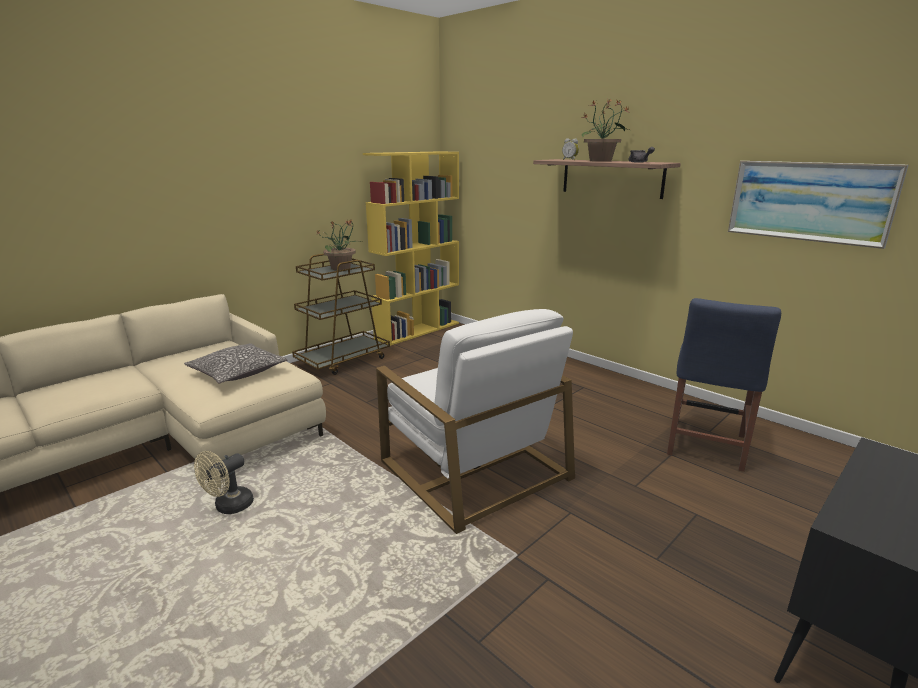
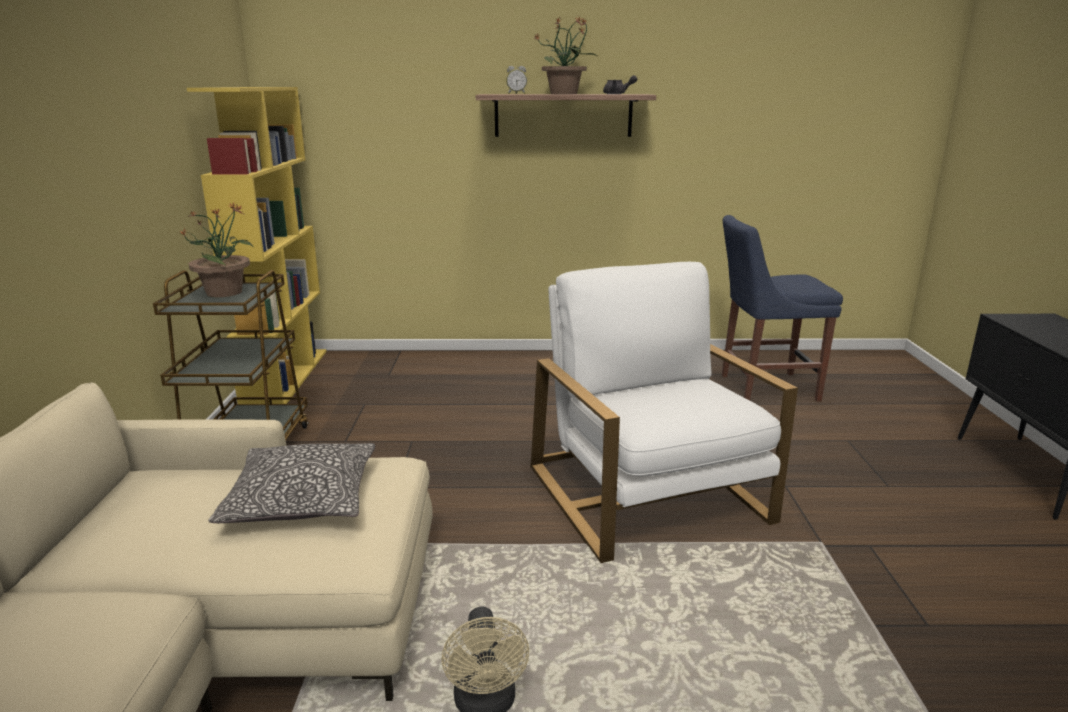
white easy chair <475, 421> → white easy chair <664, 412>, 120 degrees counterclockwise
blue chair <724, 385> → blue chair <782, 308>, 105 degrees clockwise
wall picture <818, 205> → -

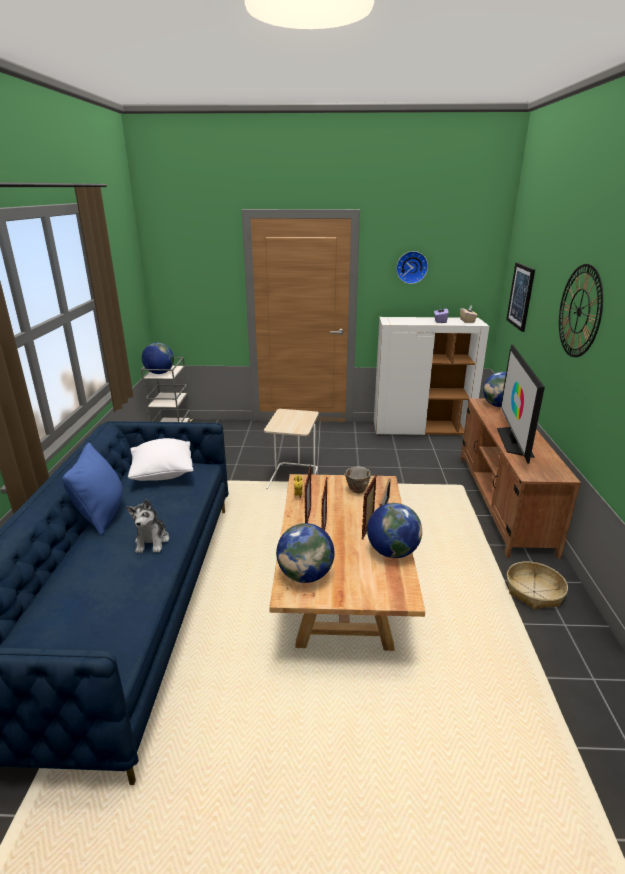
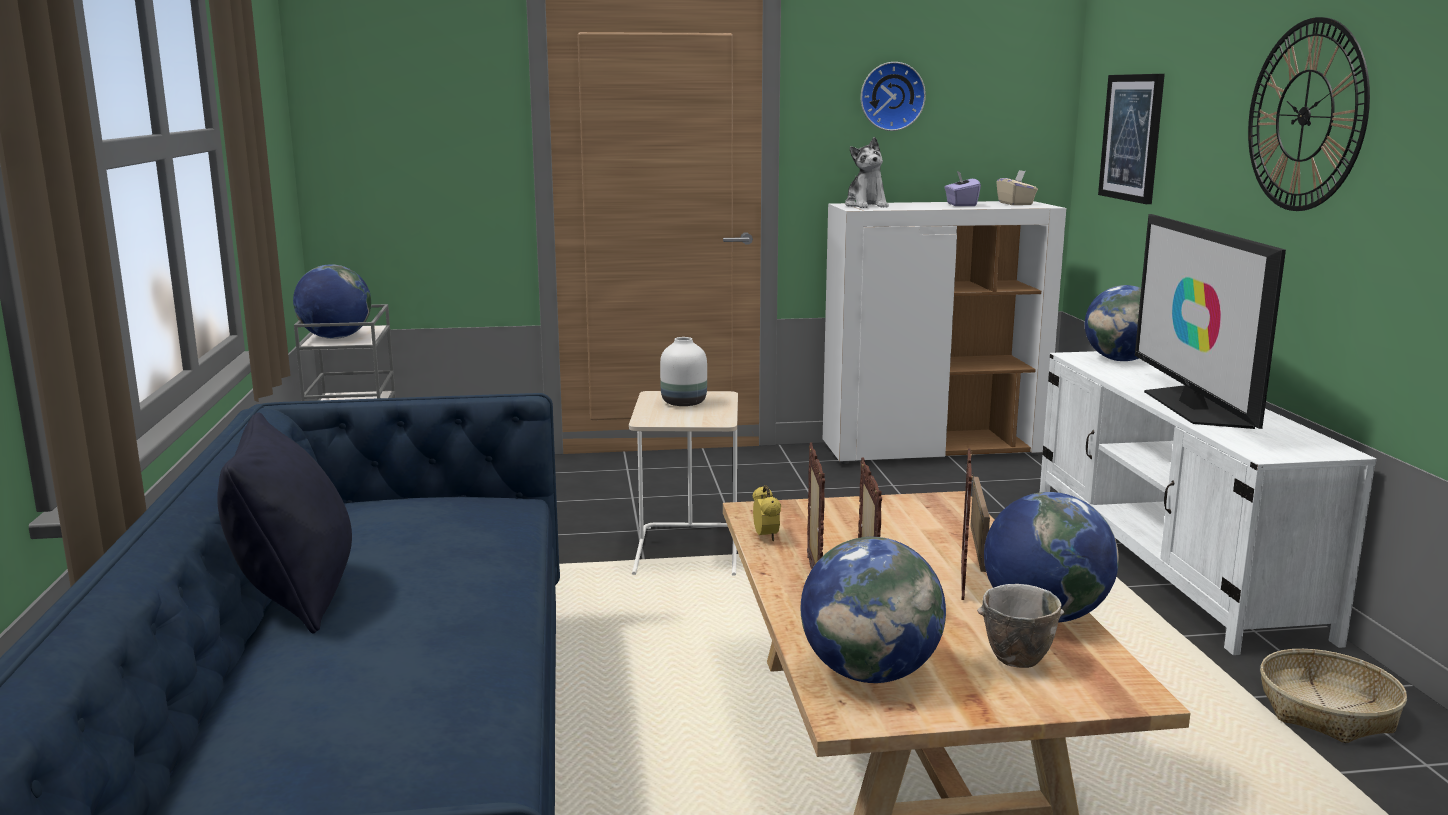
blue pillow <93, 489> → black pillow <284, 523>
- → white flower vase <683, 371>
plush toy <148, 526> → plush toy <867, 172>, relocated
serving bowl <358, 479> → serving bowl <1020, 626>, relocated
brownish tv stand <520, 478> → white tv stand <1208, 503>
white pillow <160, 459> → -

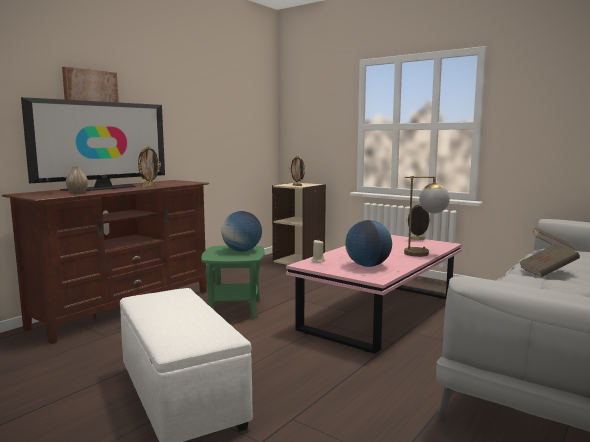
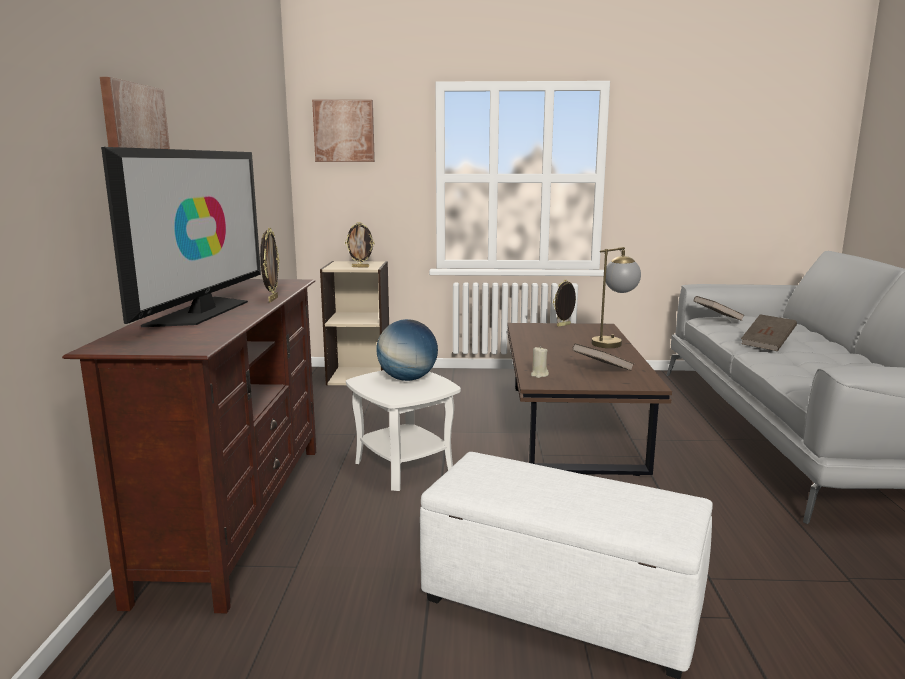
- → wall picture <343, 131>
green-coloured side table <233, 282> → white side table <403, 430>
pink coffee table <374, 294> → brownish coffee table <589, 399>
globe <368, 243> → brownish book <603, 357>
flower vase <77, 180> → -

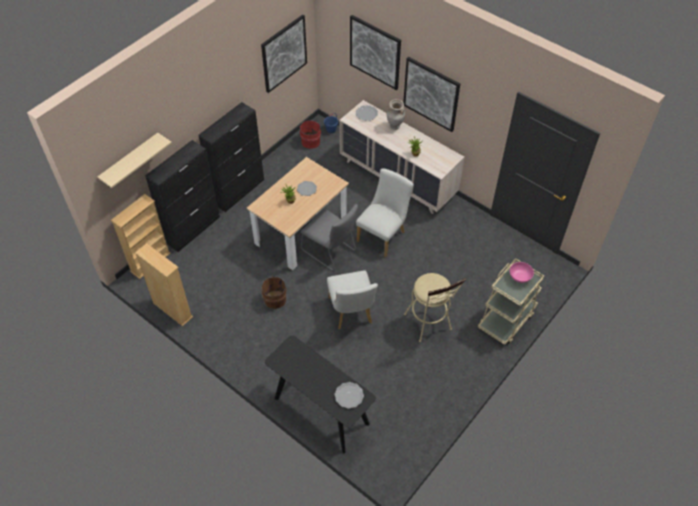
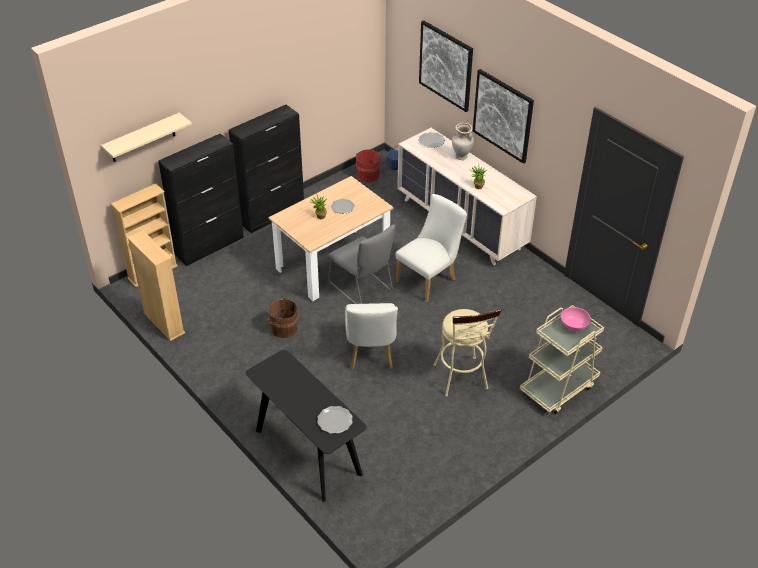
wall picture <284, 54> → -

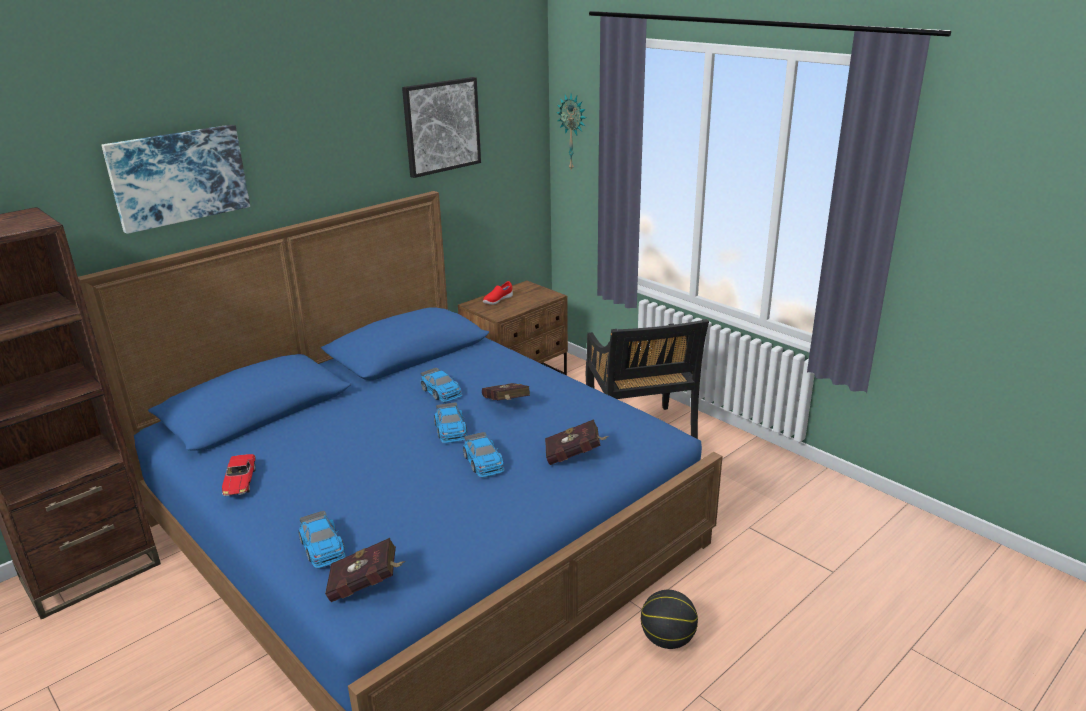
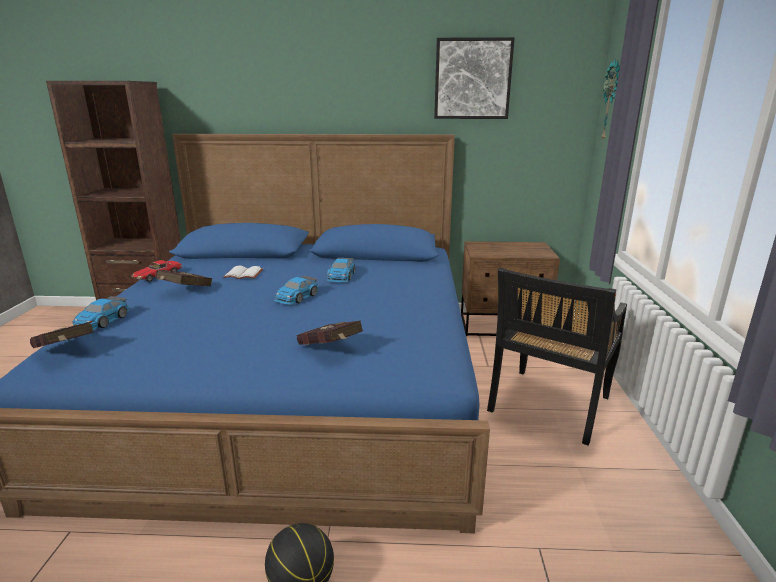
reddish book <506, 391> → reddish book <184, 278>, relocated
- → white book <243, 272>
wall picture <175, 179> → -
toy car <484, 454> → -
reddish low shoe <498, 293> → -

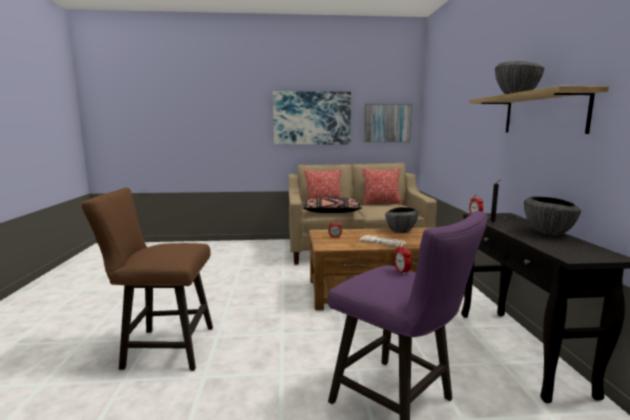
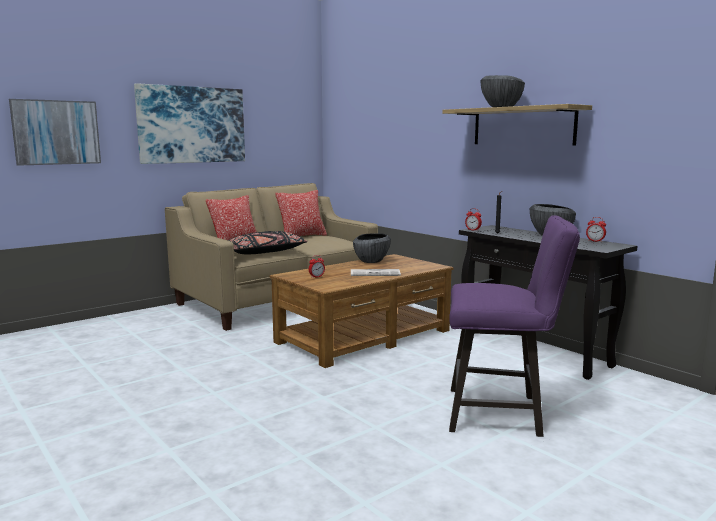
wall picture <388, 123> → wall picture <55, 132>, relocated
alarm clock <402, 258> → alarm clock <596, 229>, relocated
brownish stool seat <147, 279> → -

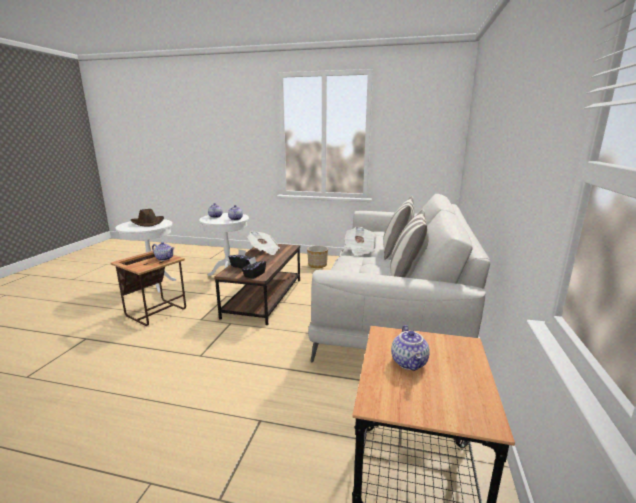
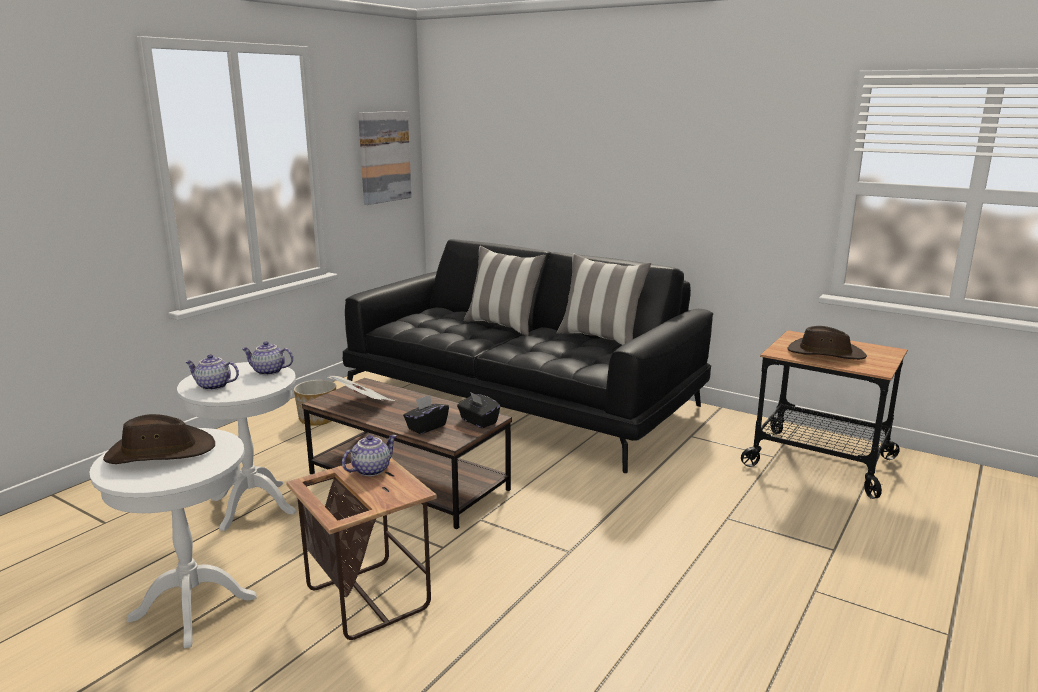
white couch <399, 278> → black couch <528, 356>
- → wall picture <385, 158>
tea pot <410, 348> → brownish clothing hat <827, 343>
printed paper <360, 241> → -

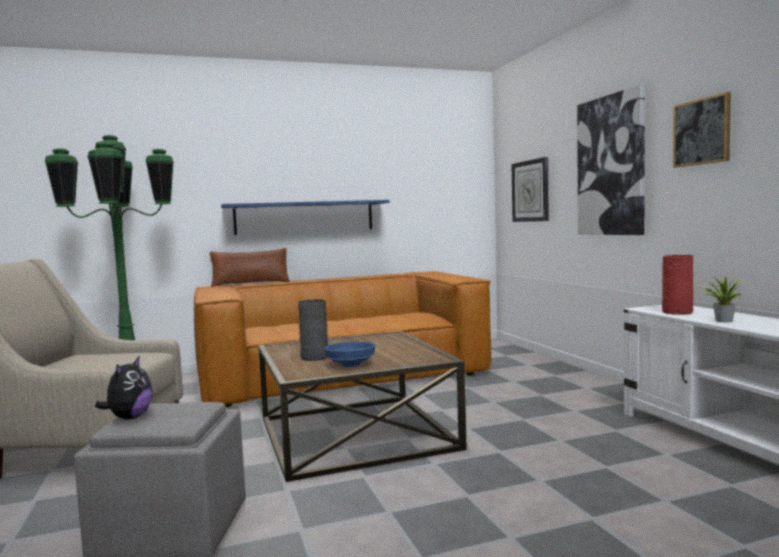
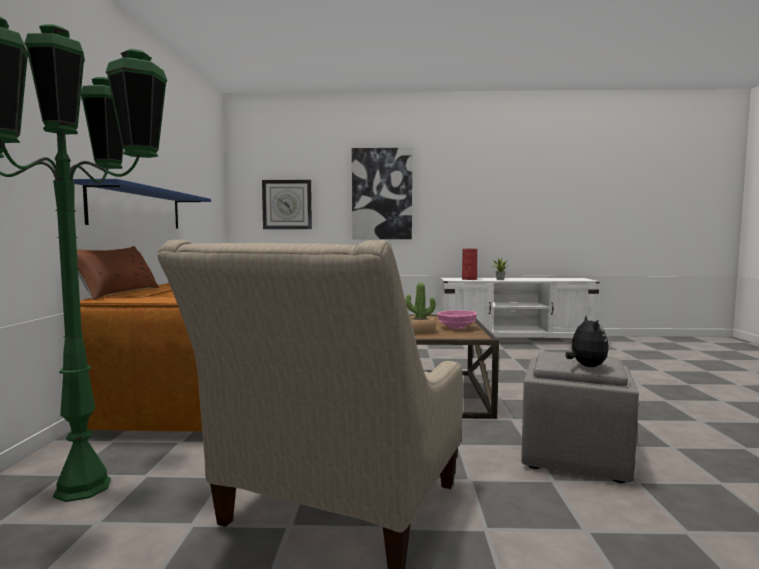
greyish flower vase <313, 330> → plant in a pot <420, 308>
blue serving bowl <350, 354> → pink serving bowl <457, 319>
plush toy <124, 387> → plush toy <587, 340>, 60 degrees clockwise
wall picture <702, 130> → -

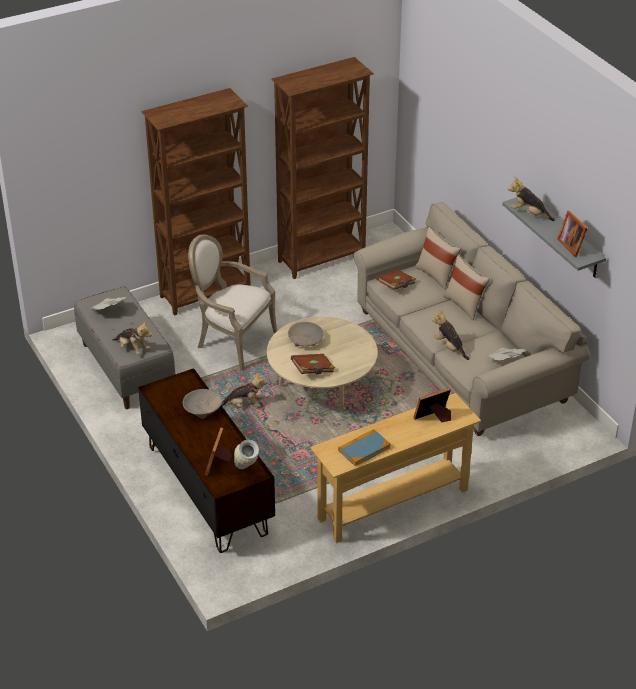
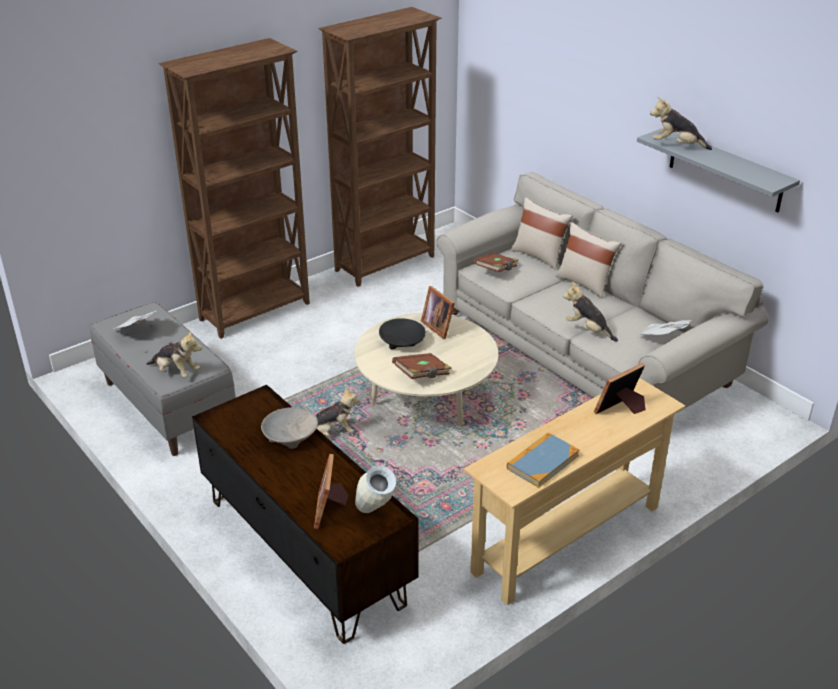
beige-coloured serving bowl <306, 334> → black serving bowl <402, 333>
standing frame <572, 234> → standing frame <438, 312>, relocated
easy chair <232, 302> → -

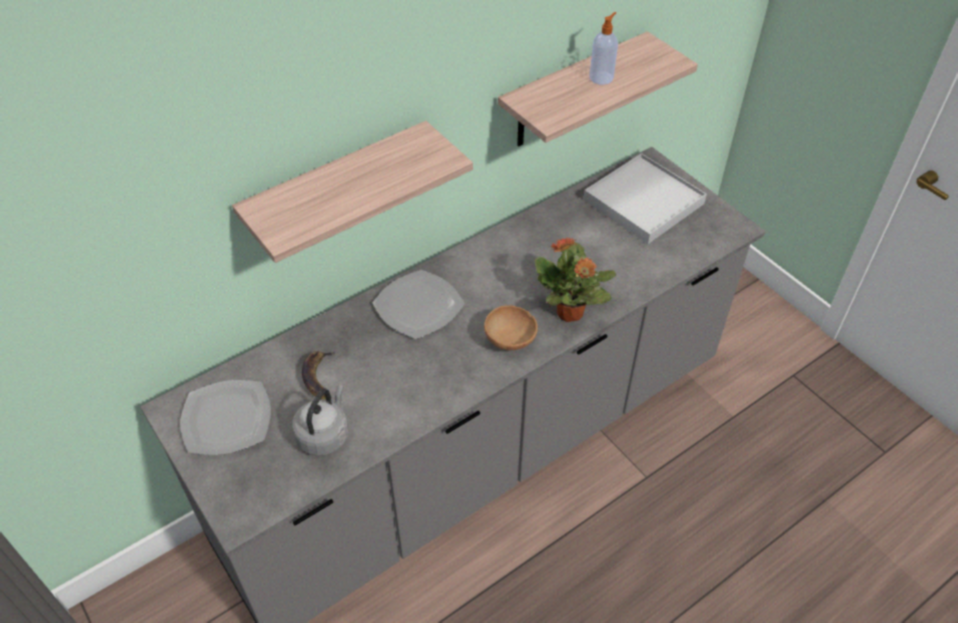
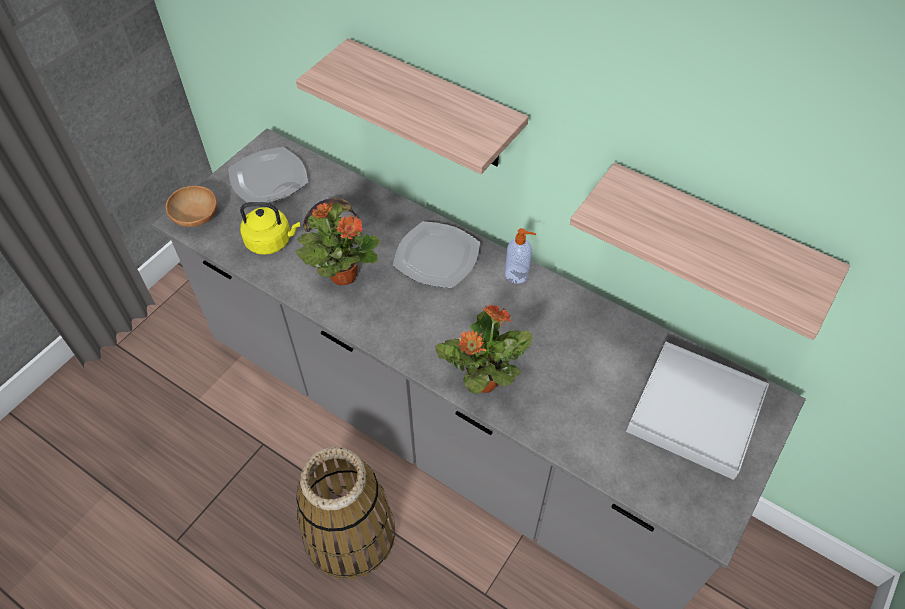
brownish serving bowl <511, 328> → brownish serving bowl <191, 206>, relocated
greyish kettle <320, 420> → yellow-coloured kettle <270, 228>
- → plant in a pot <338, 244>
- → basket <345, 513>
soap bottle <604, 48> → soap bottle <520, 256>, relocated

